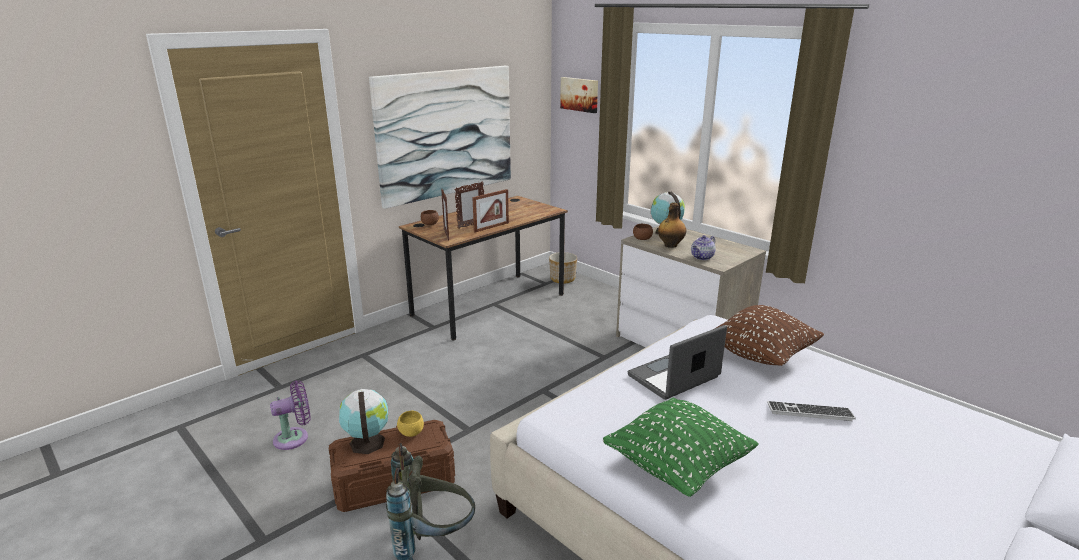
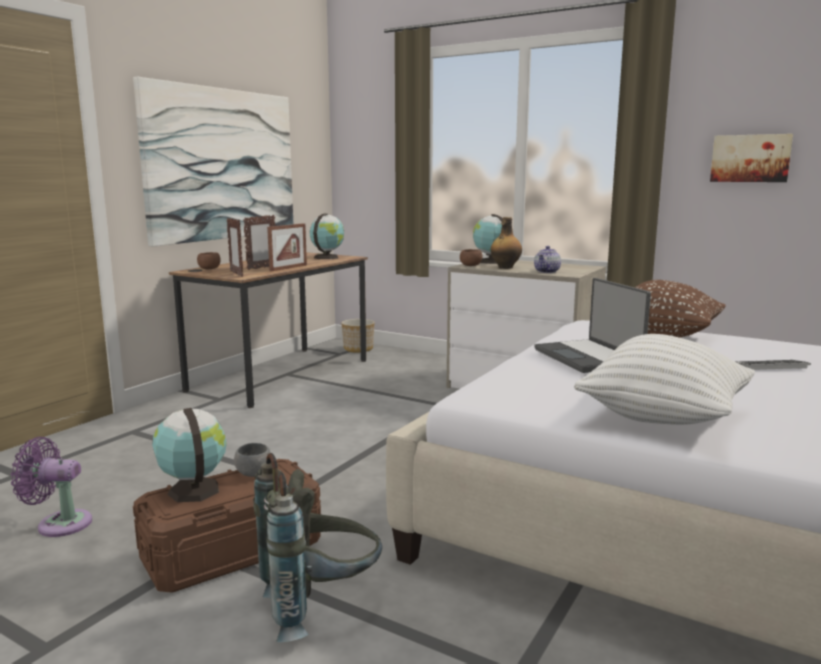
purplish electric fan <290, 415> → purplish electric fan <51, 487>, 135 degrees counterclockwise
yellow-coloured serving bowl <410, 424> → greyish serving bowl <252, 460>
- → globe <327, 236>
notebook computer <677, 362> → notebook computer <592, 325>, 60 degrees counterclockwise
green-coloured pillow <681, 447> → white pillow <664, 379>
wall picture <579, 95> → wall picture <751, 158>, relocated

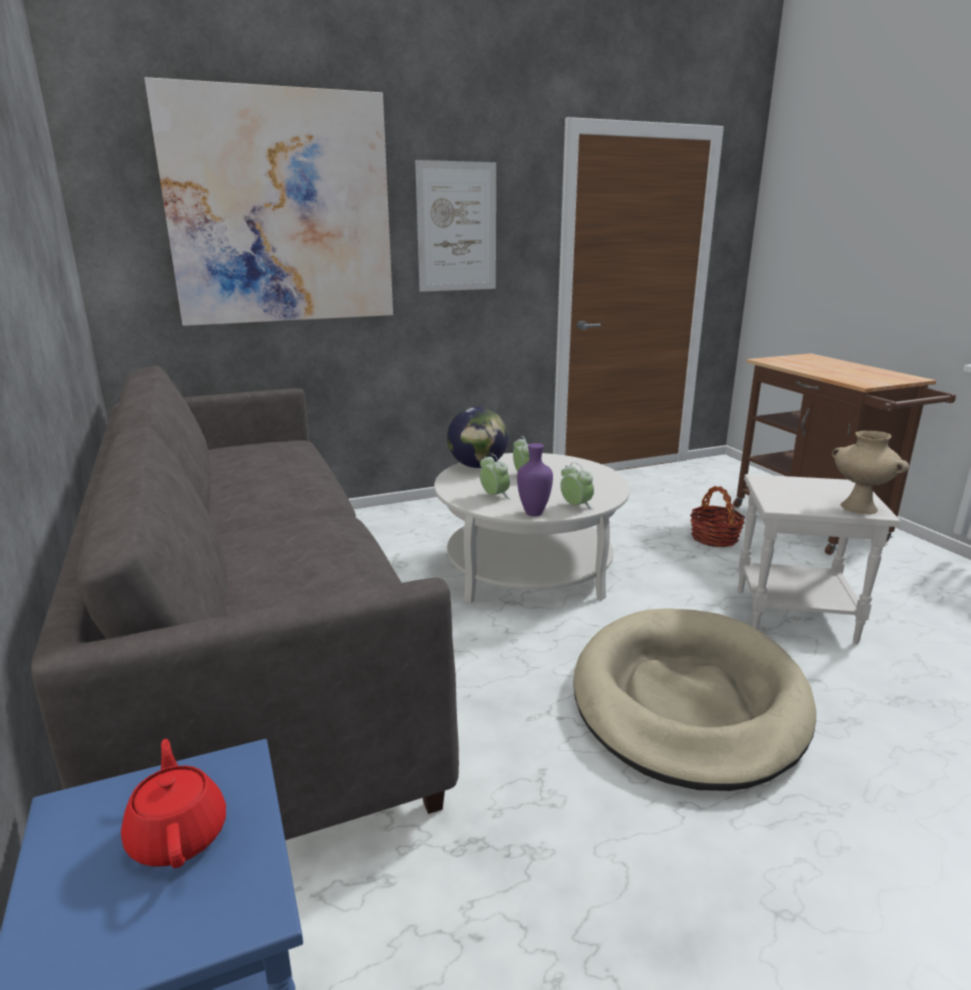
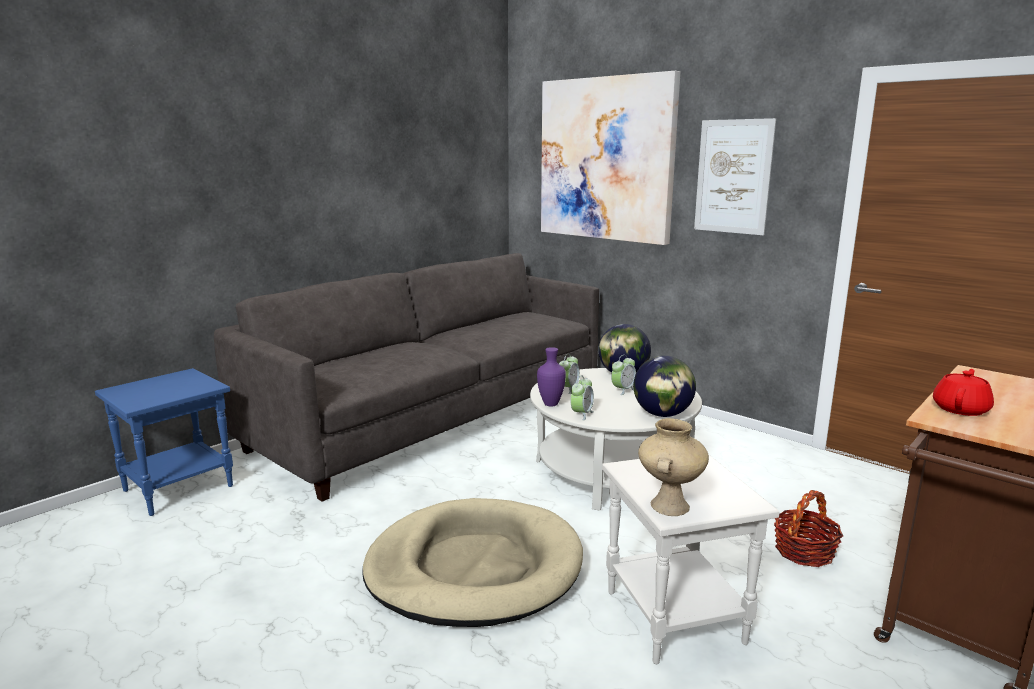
- → globe <664, 386>
reddish tea pot <173, 803> → reddish tea pot <963, 392>, relocated

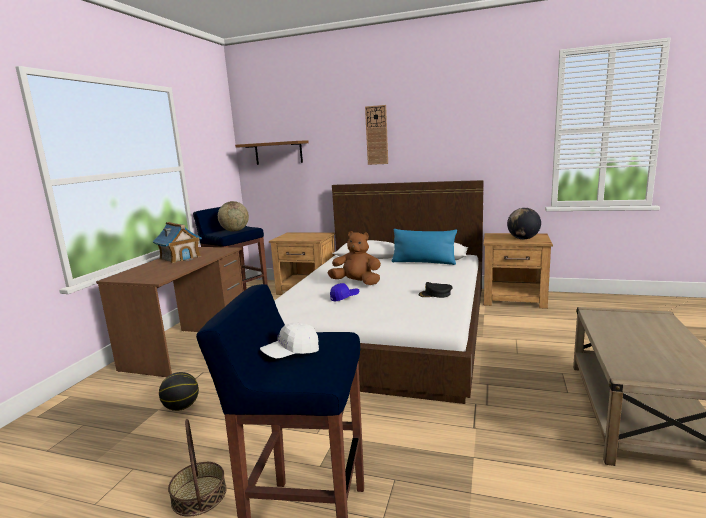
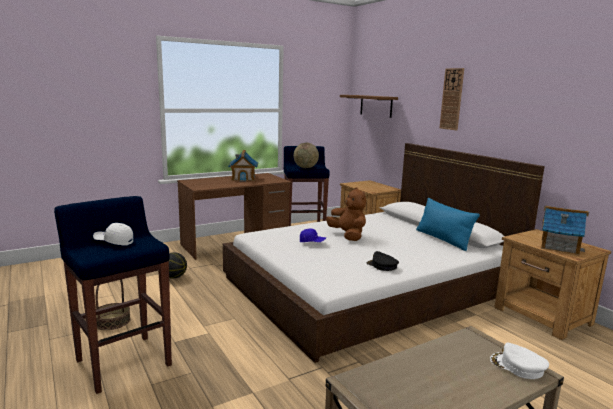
- → white peaked cap <519, 361>
globe <524, 223> → toy house <565, 230>

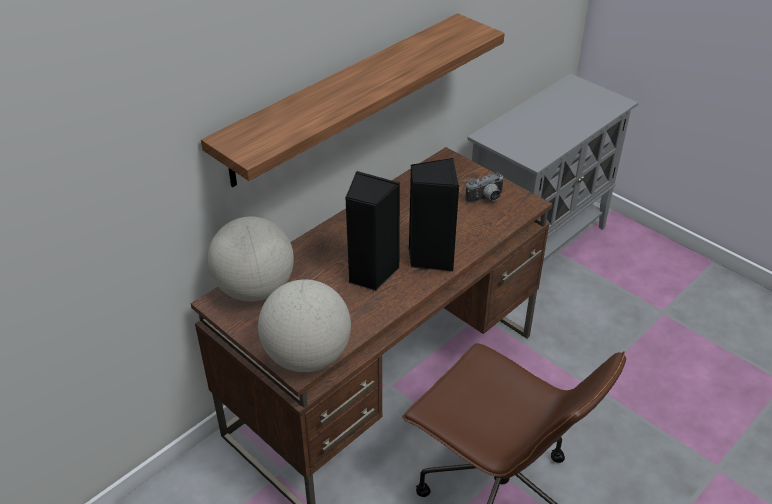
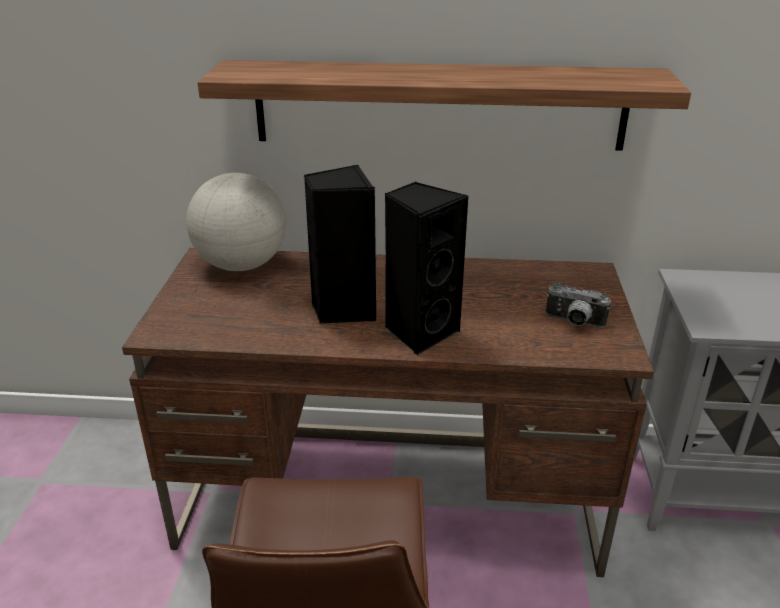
globe <304, 325> → -

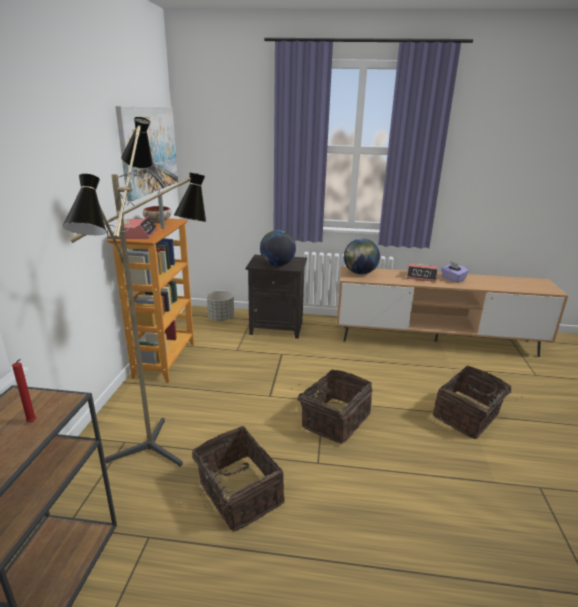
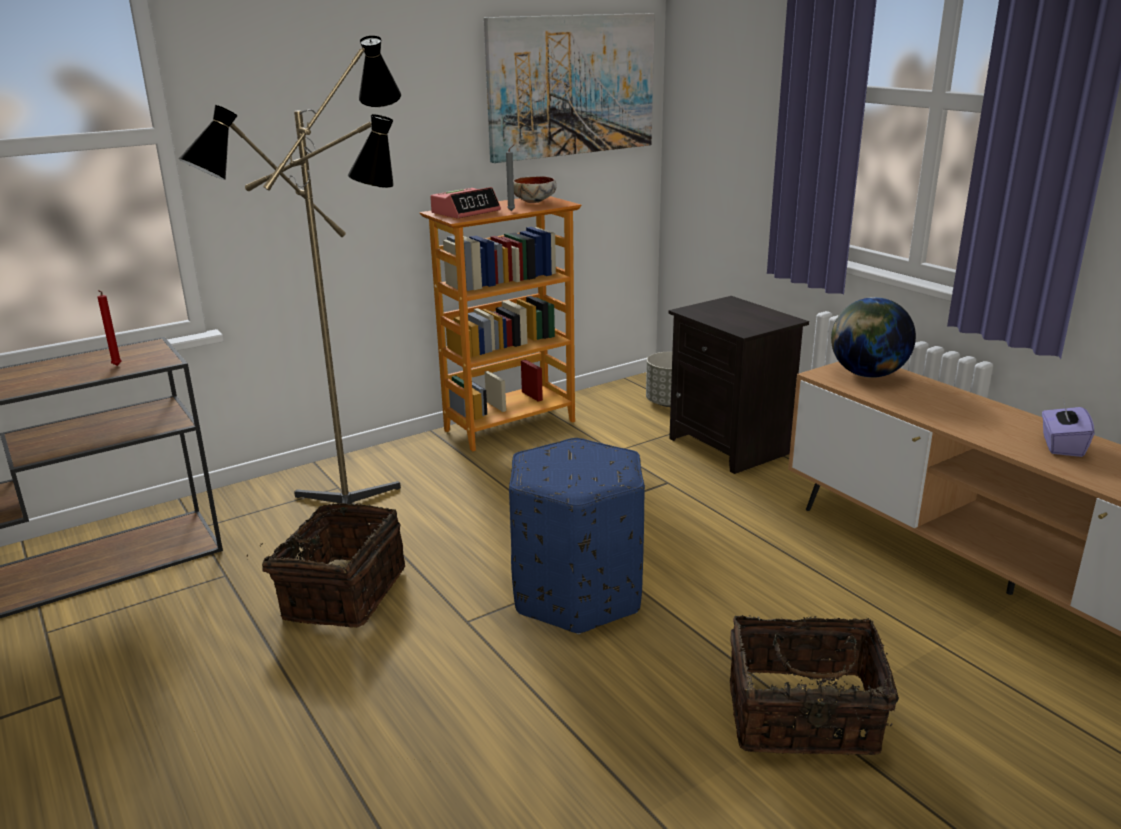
basket <335, 407> → blue ottoman <577, 536>
globe <278, 248> → -
alarm clock <422, 272> → -

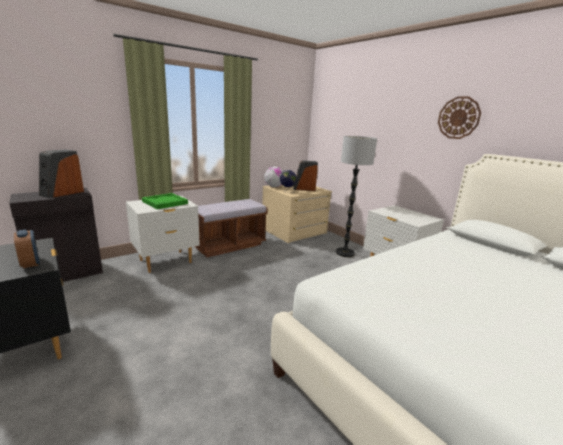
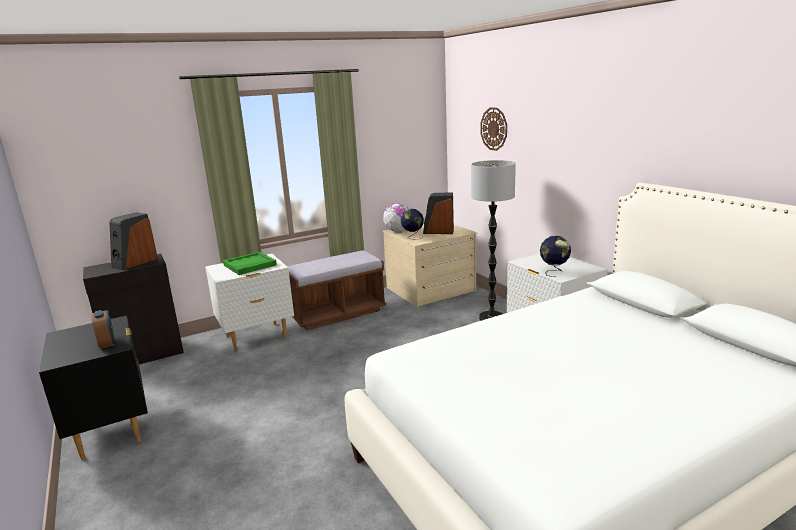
clock on the wall <459, 117> → clock on the wall <493, 129>, relocated
- → globe <555, 256>

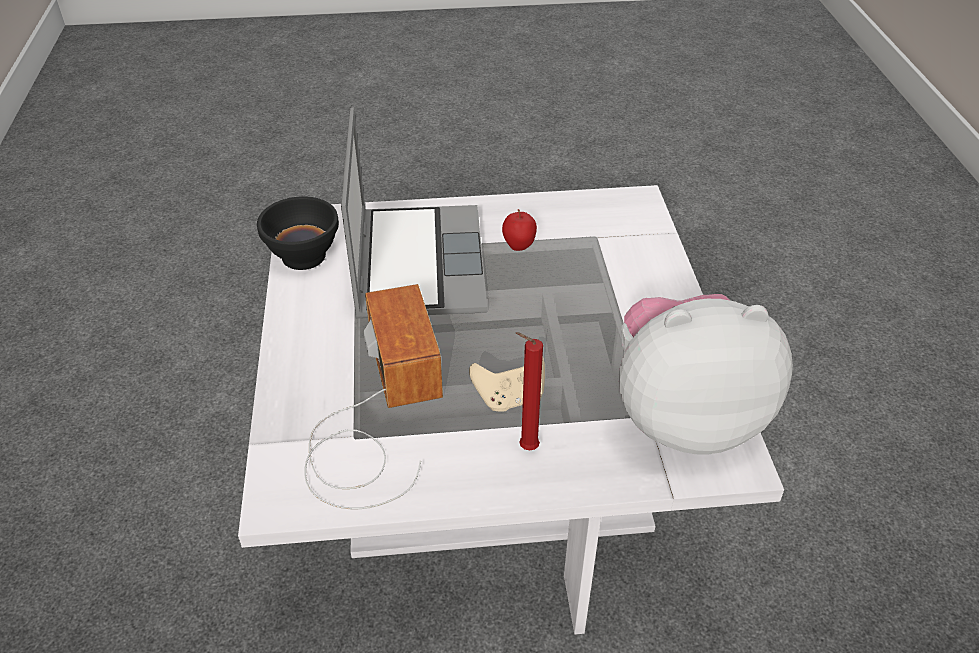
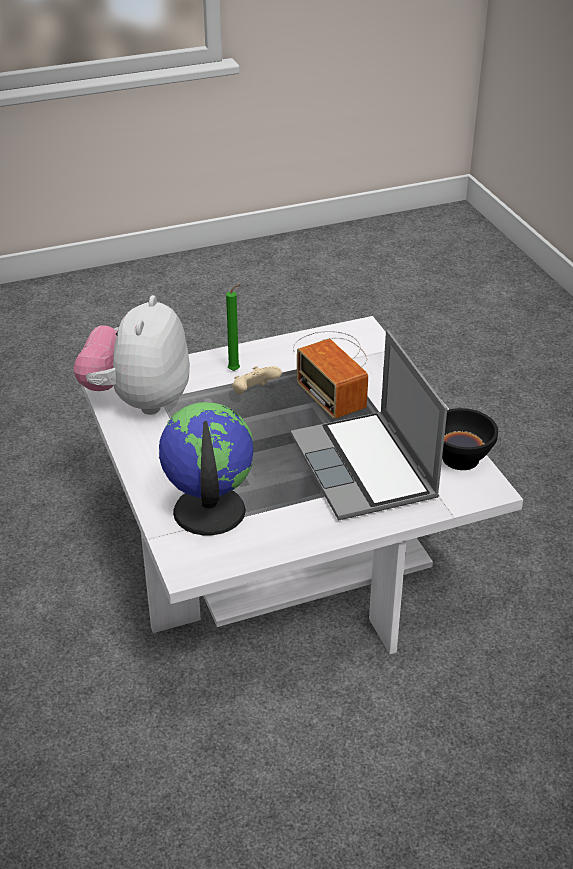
plush toy <706, 374> → plush toy <131, 355>, 120 degrees clockwise
- → globe <205, 468>
reddish wax light <529, 391> → green-coloured wax light <234, 327>
whole apple <519, 230> → -

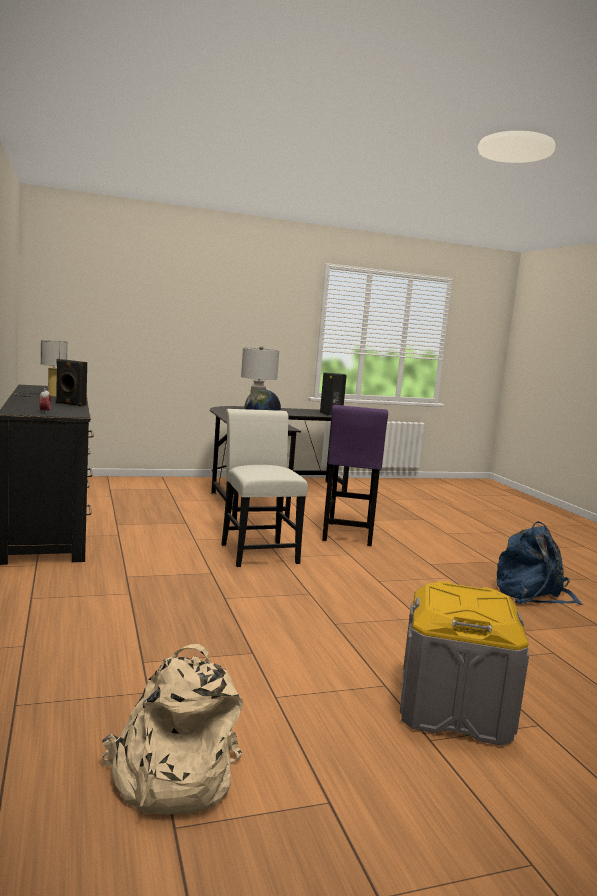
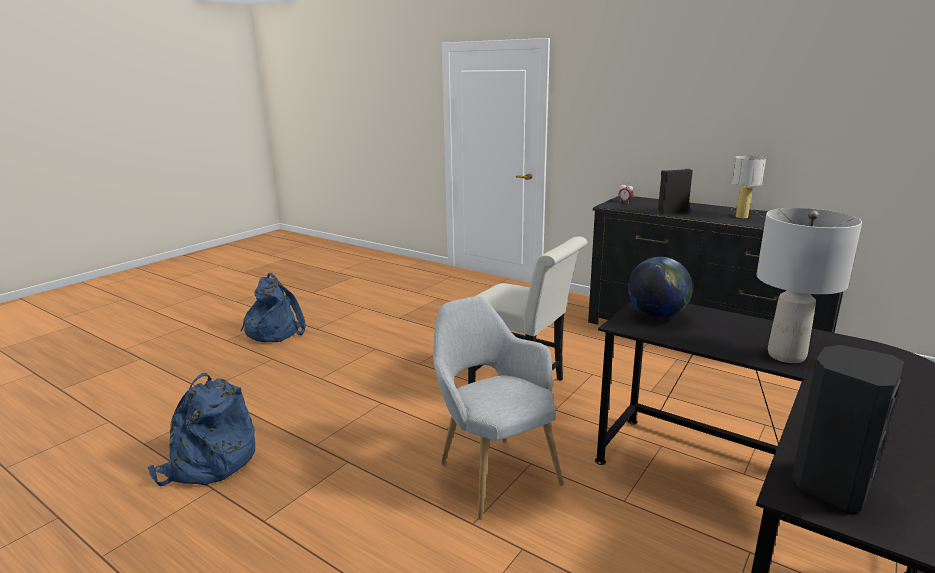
greyish storage box <464, 663> → blue rucksack <273, 307>
purplish stool seat <355, 475> → greyish easy chair <498, 408>
beige-coloured rucksack <172, 729> → -

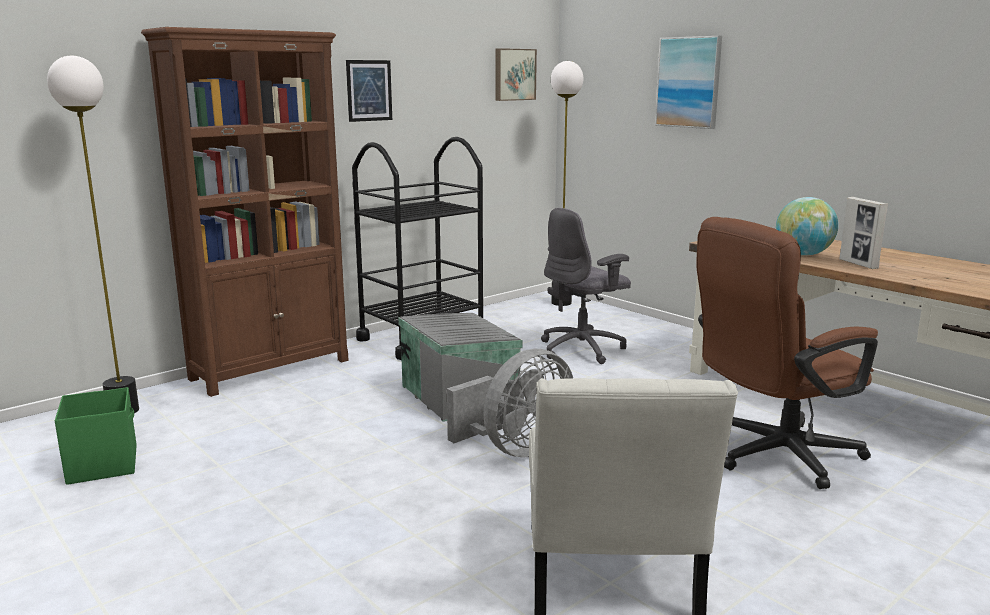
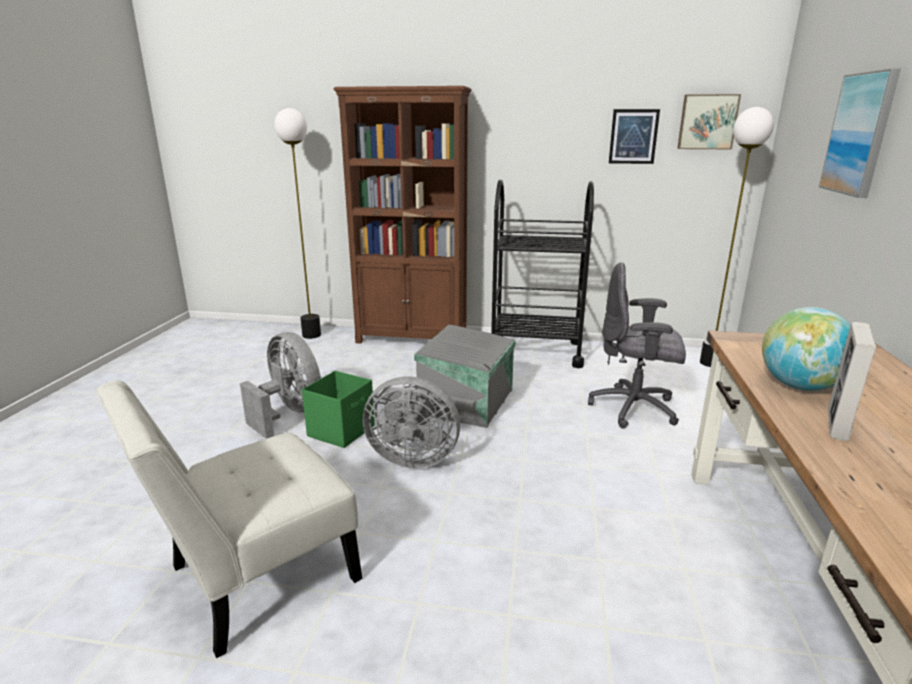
- → greyish electric fan <280, 385>
green-coloured storage box <96, 436> → green-coloured storage box <338, 409>, relocated
wall picture <369, 91> → wall picture <634, 136>, relocated
brownish computer chair <787, 353> → -

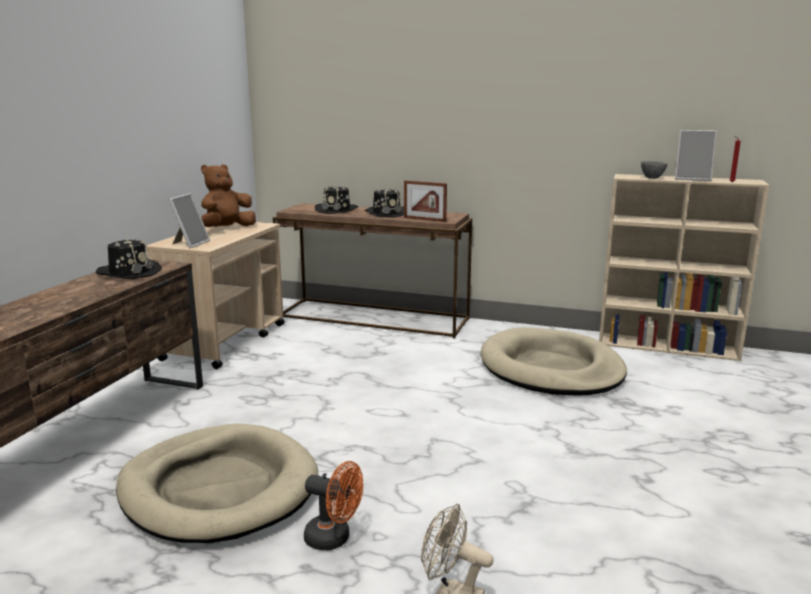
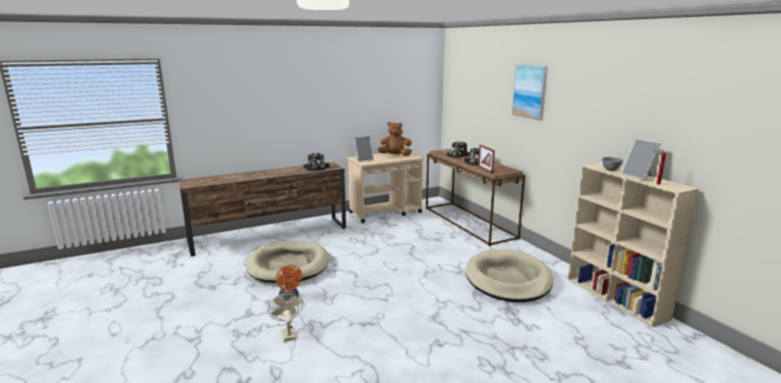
- → wall picture <530, 92>

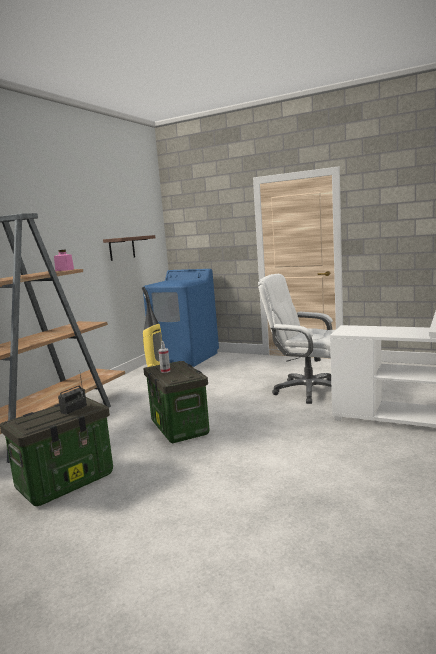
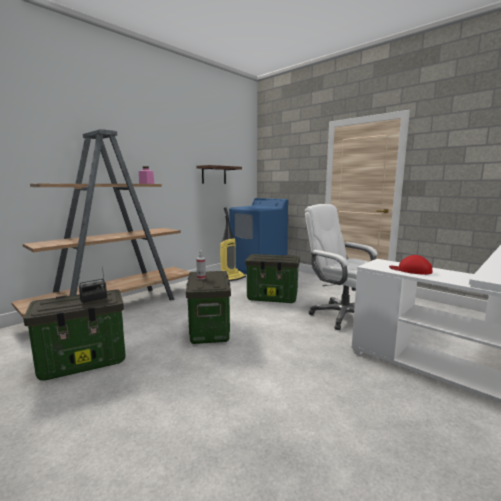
- → storage box <272, 278>
- → reddish peaked cap <410, 265>

